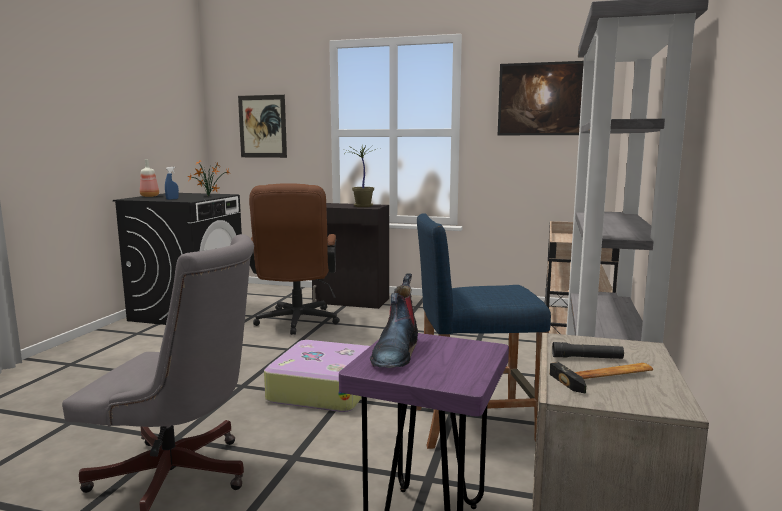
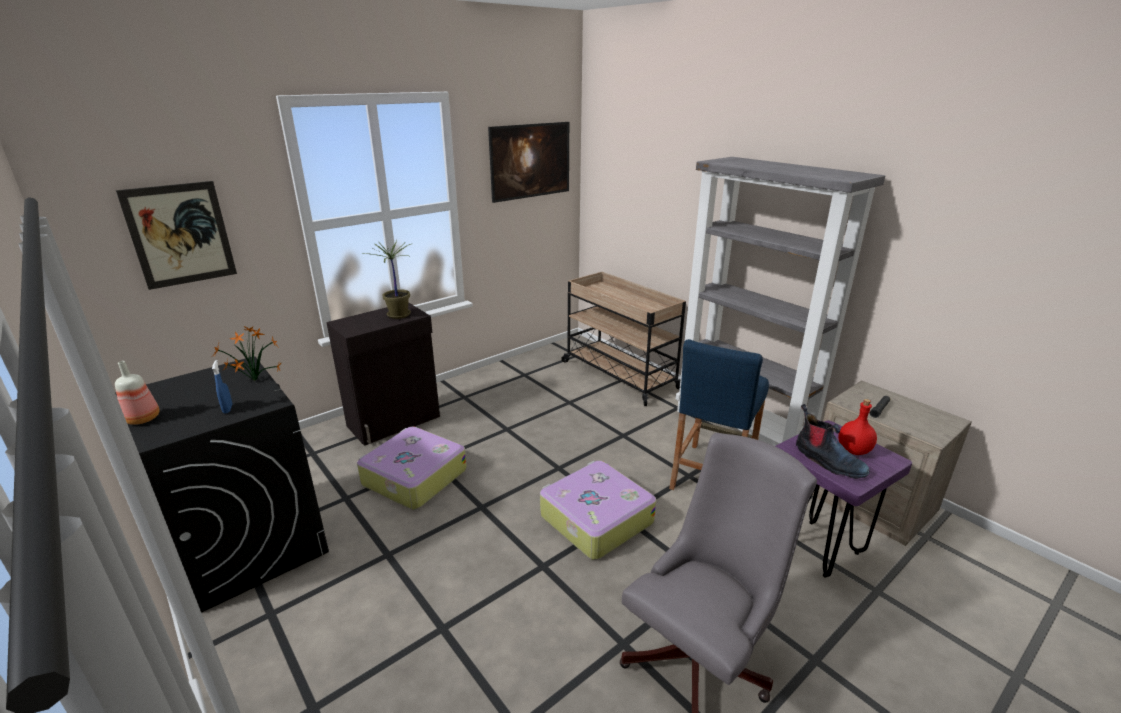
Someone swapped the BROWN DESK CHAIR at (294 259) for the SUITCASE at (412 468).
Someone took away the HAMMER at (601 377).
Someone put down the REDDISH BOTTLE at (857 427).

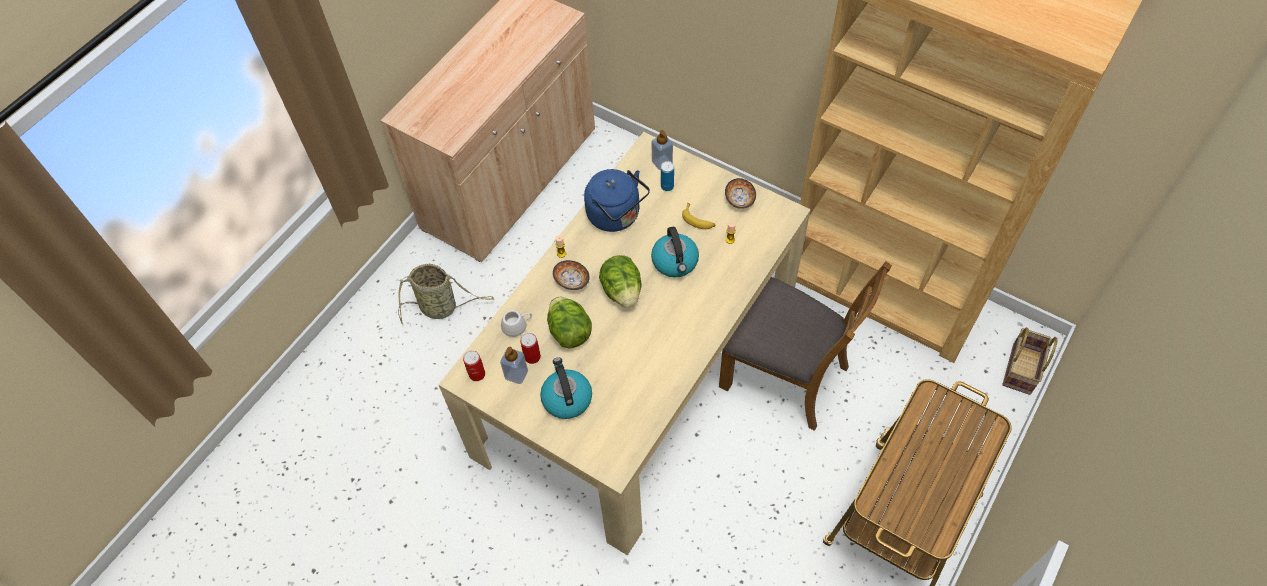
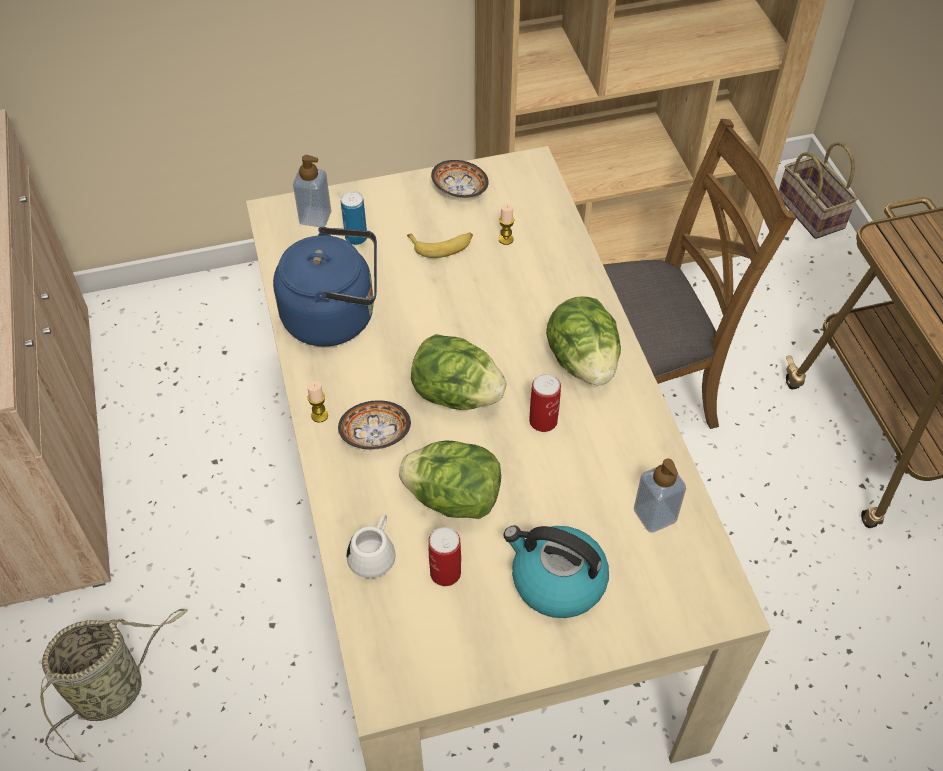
Someone carried the CAN from (474 366) to (545 403).
Someone carried the SOAP DISPENSER from (514 365) to (660 495).
Someone took away the TEA KETTLE at (675 252).
Someone put down the LETTUCE HEAD at (583 340).

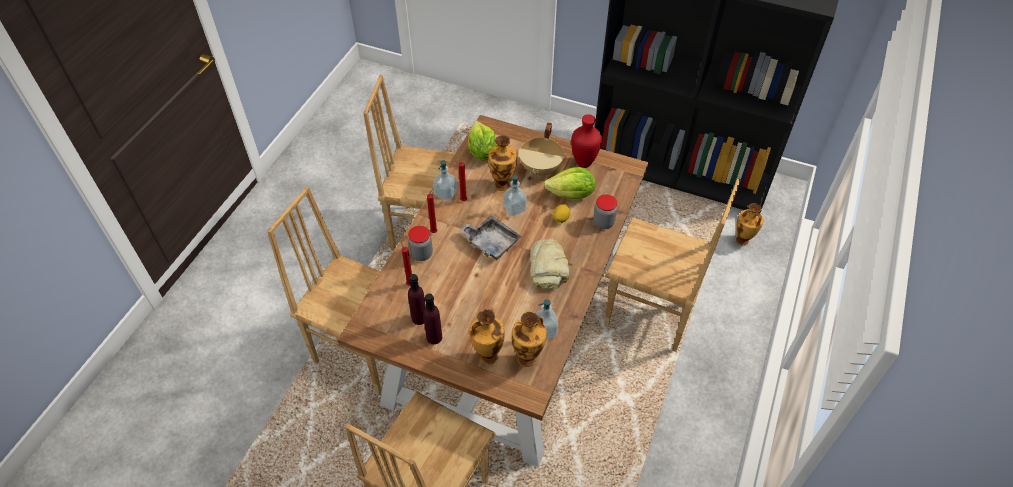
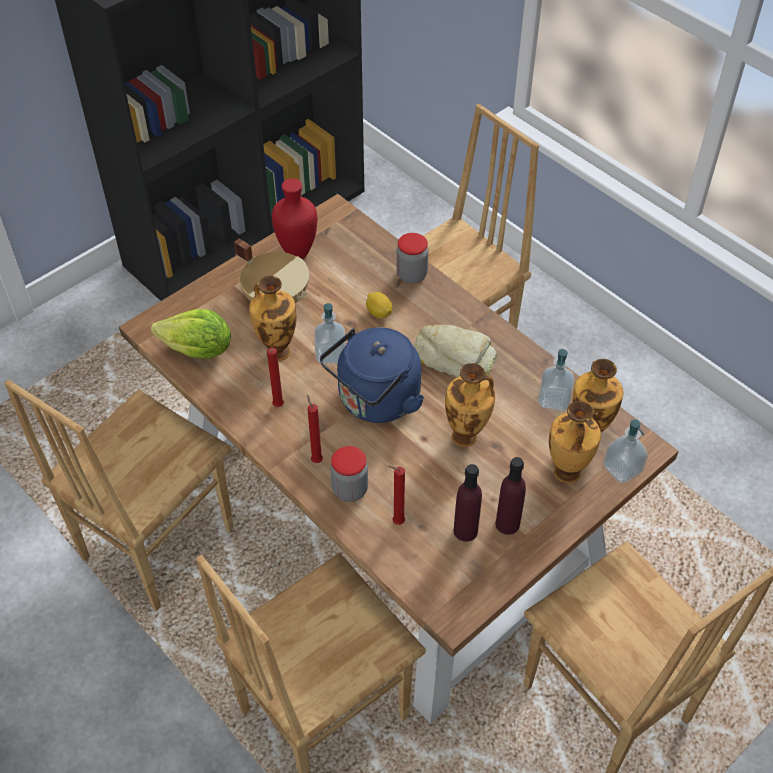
Someone carried the SOAP DISPENSER from (445 180) to (625 451).
Someone swapped the GREY SERVING TRAY at (491 237) for the BLUE-COLOURED TEA KETTLE at (372 375).
Someone took away the LETTUCE HEAD at (569 183).
Someone carried the DECORATIVE VASE from (749 224) to (470 405).

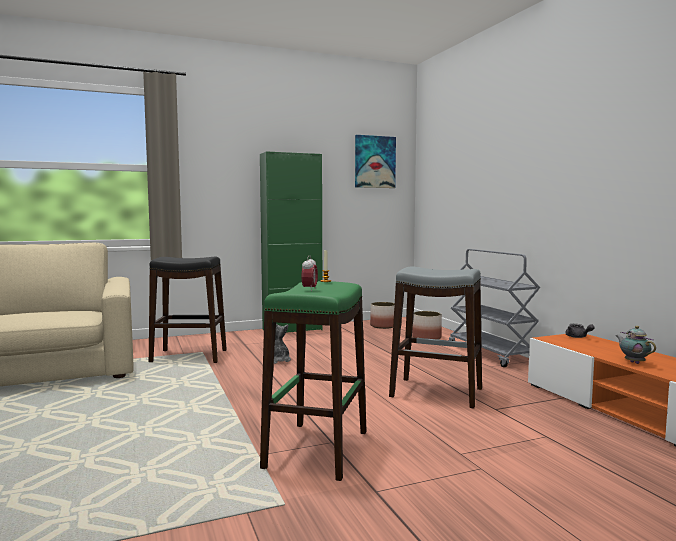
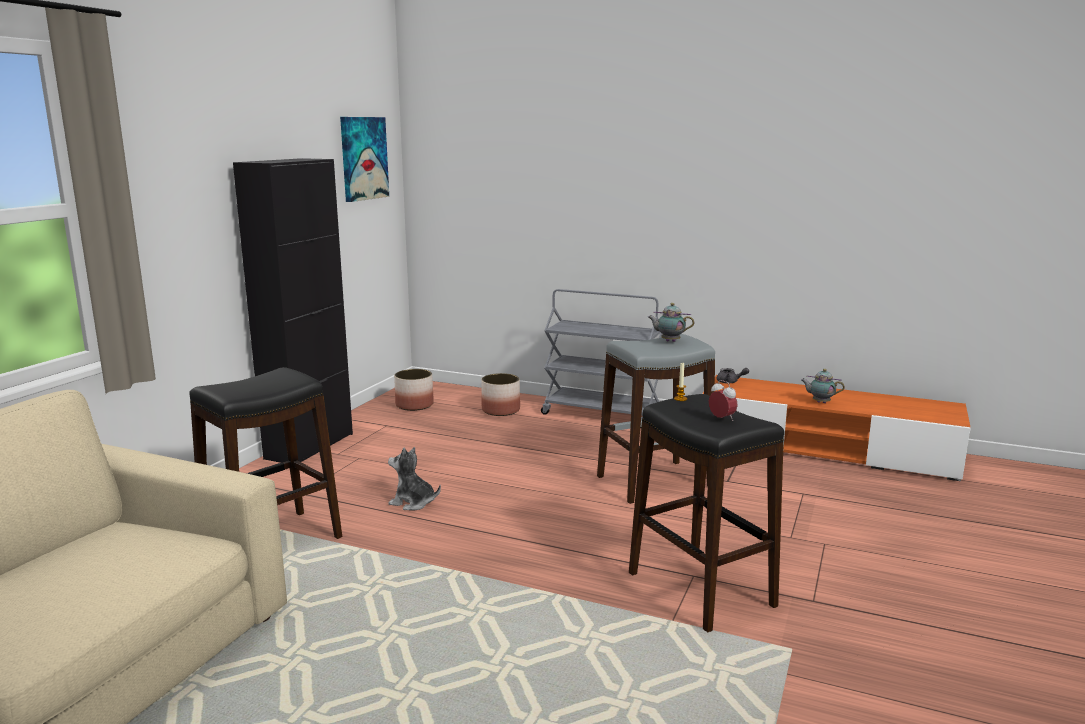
Someone repainted the GREENISH CUPBOARD at (291 242), which became the BLACKISH CUPBOARD at (293 310).
Someone repainted the GREENISH STOOL SEAT at (313 381), which became the BLACKISH STOOL SEAT at (706 513).
Someone put down the TEA POT at (671 322).

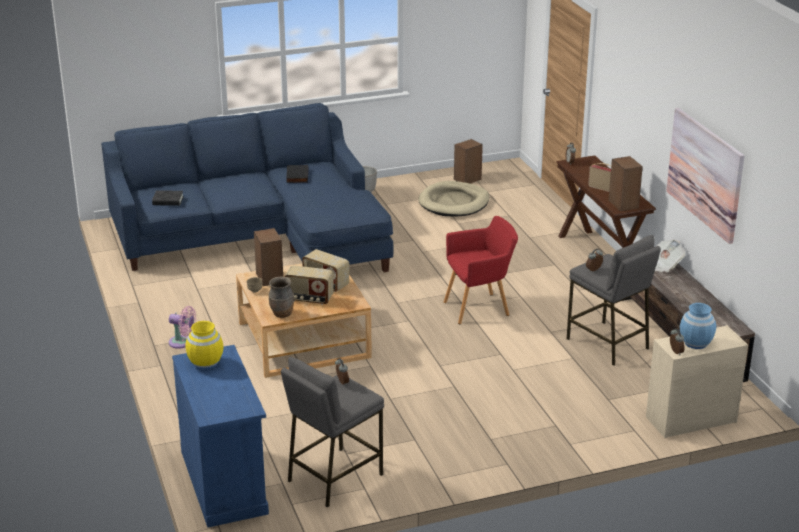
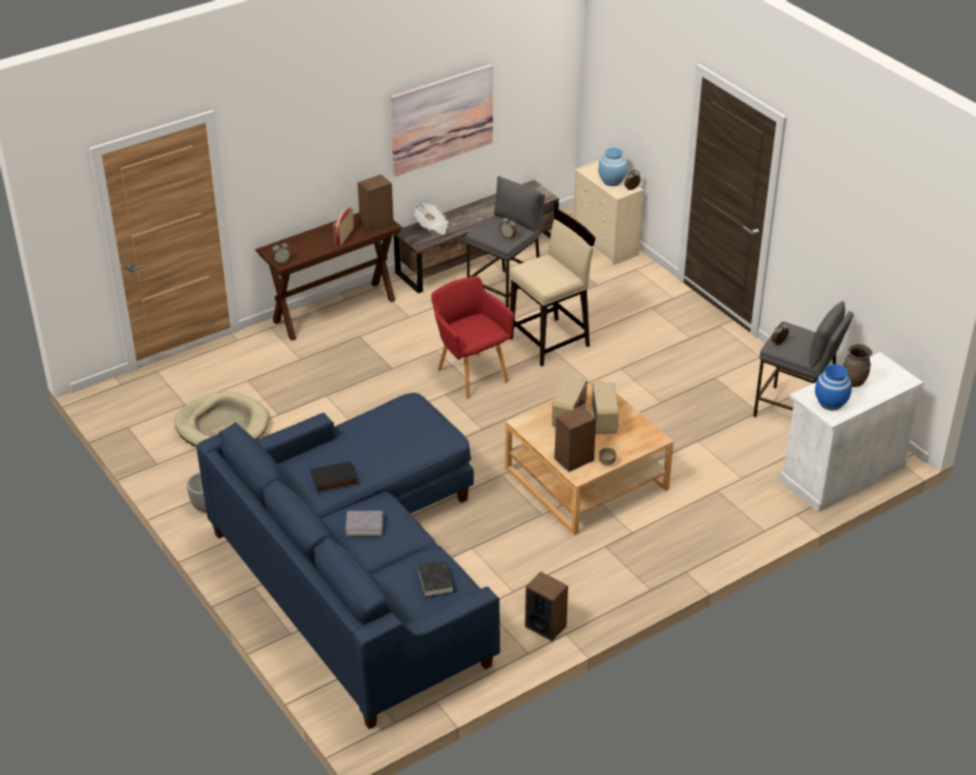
Someone took away the PINKISH ELECTRIC FAN at (182 327).
Someone repainted the BLUE-COLOURED CUPBOARD at (220 436), which became the WHITE-COLOURED CUPBOARD at (852 432).
Someone repainted the YELLOW-COLOURED DECORATIVE VASE at (204 345), which became the BLUE-COLOURED DECORATIVE VASE at (833 387).
Someone carried the BROWN DECORATIVE VASE from (281 297) to (858 365).
Someone carried the LOUDSPEAKER from (468 161) to (546 606).
Someone put down the GREY VOLUME at (364 523).
Someone put down the BEIGE STOOL SEAT at (552 288).

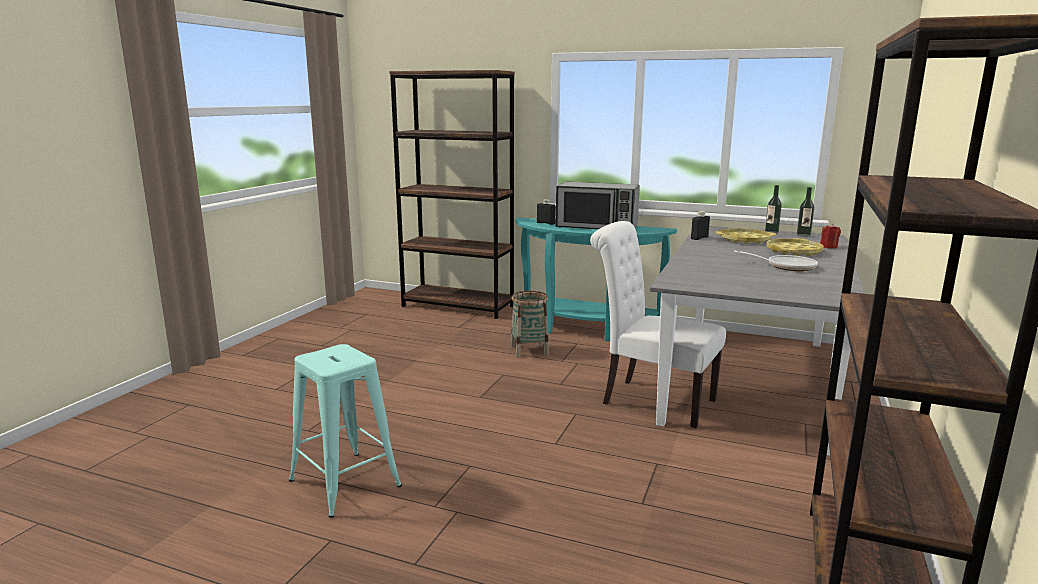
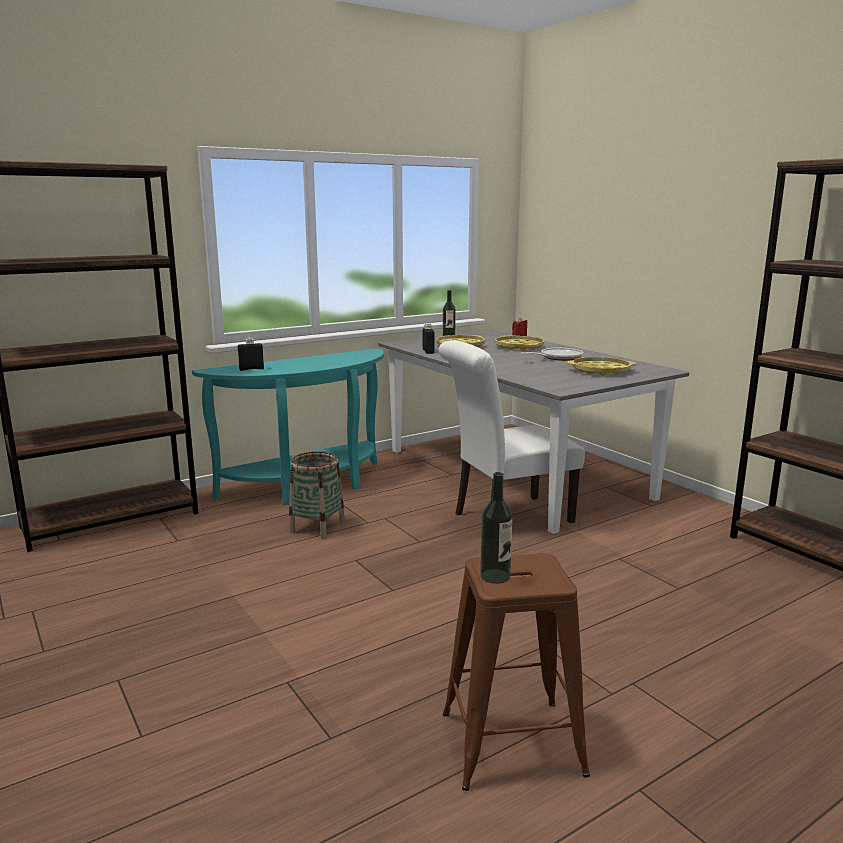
Someone repainted the TURQUOISE-COLOURED STOOL SEAT at (345 431), which became the BROWN STOOL SEAT at (516 672).
Someone took away the MICROWAVE at (598 205).
Someone carried the BOTTLE from (805 212) to (496 528).
Someone put down the YELLOW-COLOURED SERVING TRAY at (601 366).

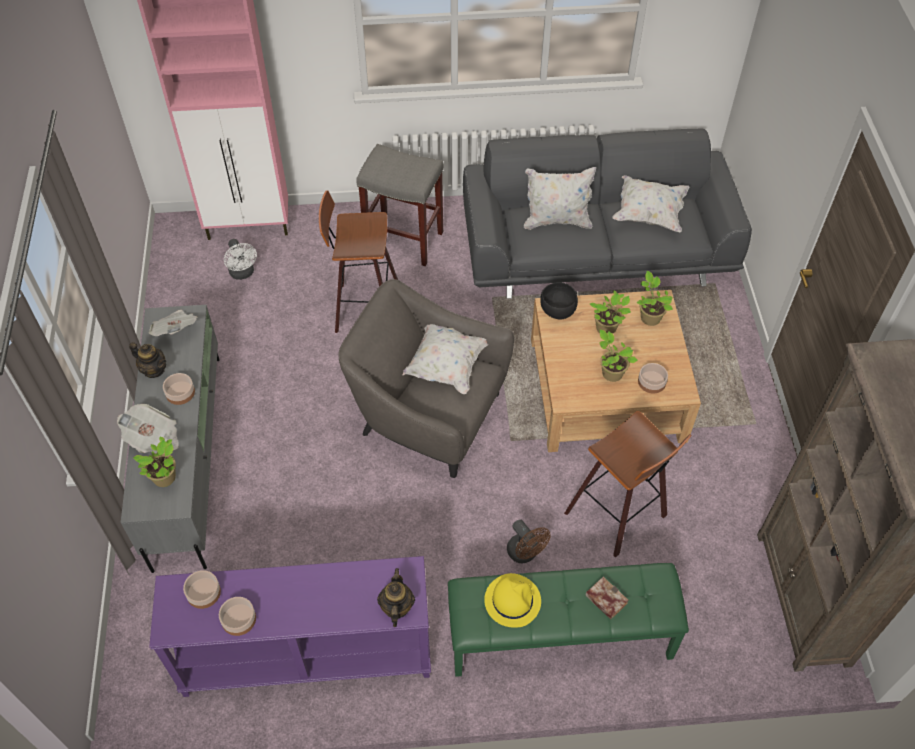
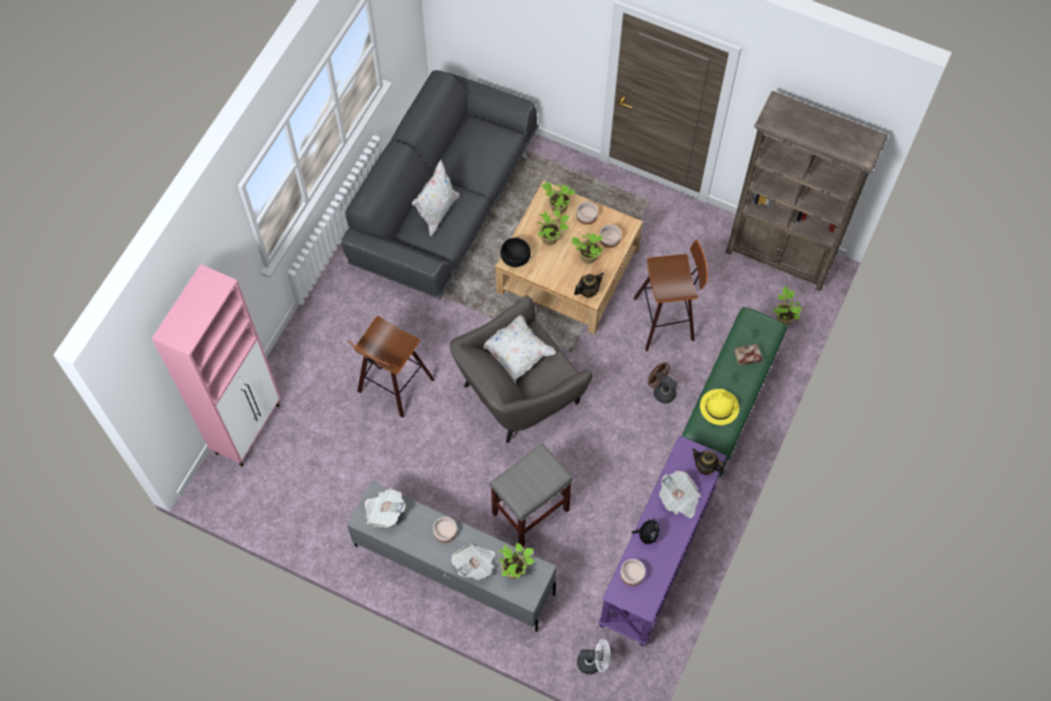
Someone carried the TEA POT from (147 360) to (589 285).
Someone carried the DEEP DISH from (237 616) to (587 213).
Someone carried the WHITE-COLOURED ELECTRIC FAN from (240 259) to (593 656).
Someone carried the GREY STOOL SEAT from (400 205) to (531 495).
Someone rotated the BROWN ELECTRIC FAN at (529 541) by 135 degrees counterclockwise.
Someone took away the WHITE-COLOURED THROW PILLOW at (651 204).
Someone put down the SOFT TOY at (646 531).
Someone put down the PRINTED PAPER at (680 494).
Someone put down the HOUSEPLANT at (787 305).

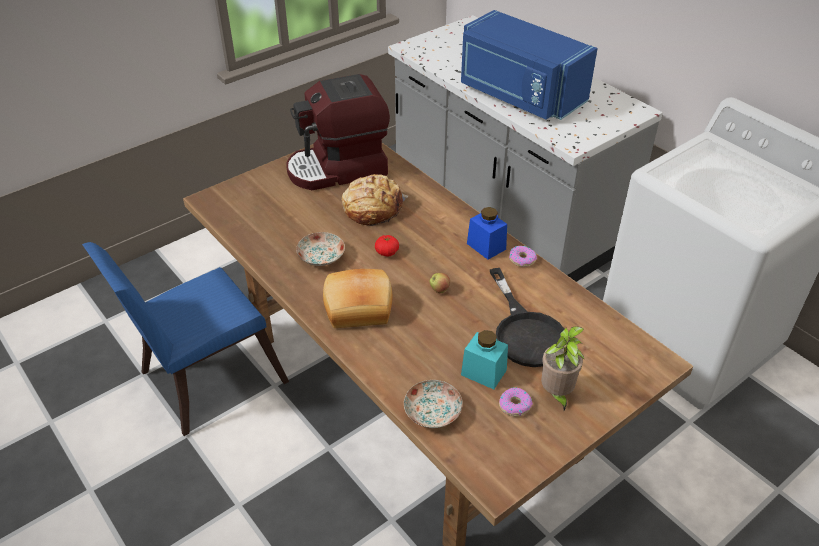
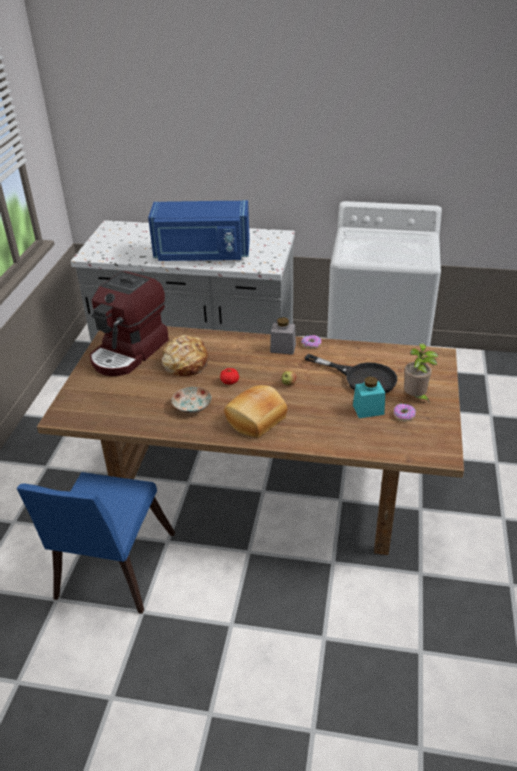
Someone took away the PLATE at (433 404).
Someone repainted the BLUE-COLOURED PRESERVE JAR at (487 233), which became the GREY PRESERVE JAR at (283 336).

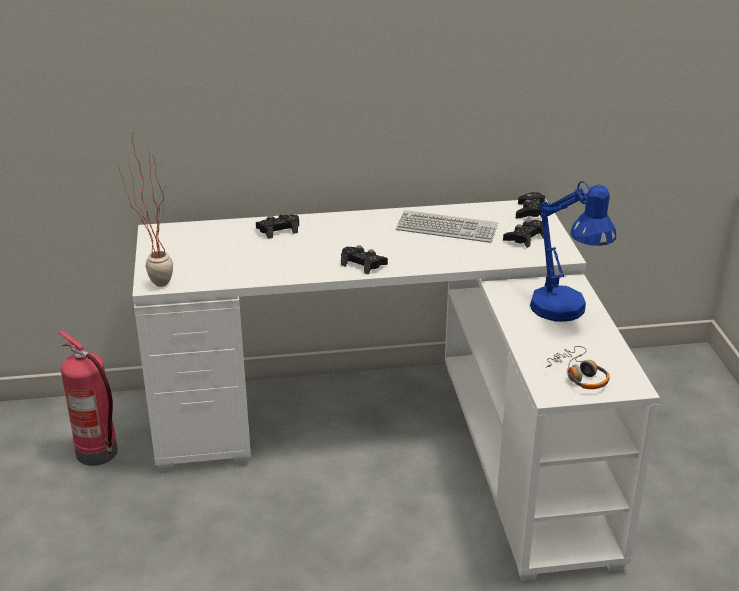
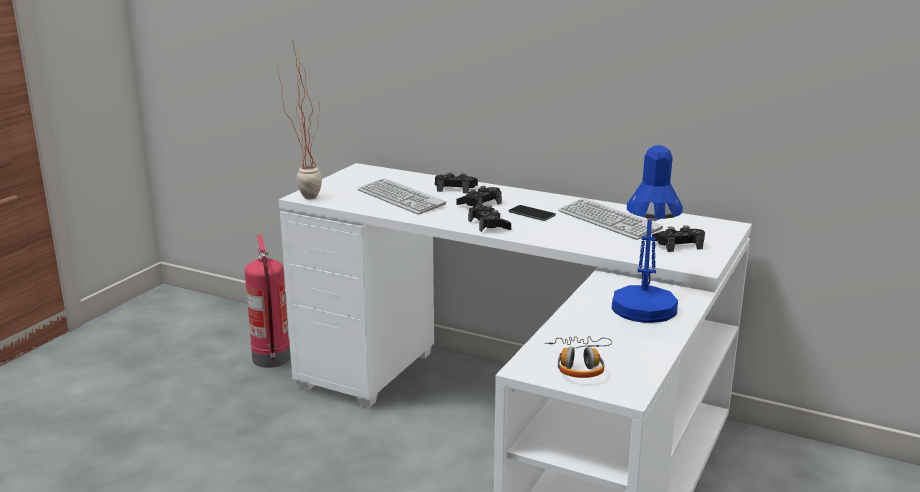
Someone carried the BLACKISH JOYPAD from (531 205) to (479 196).
Someone put down the PC KEYBOARD at (402 196).
Someone put down the PHONE at (532 213).

